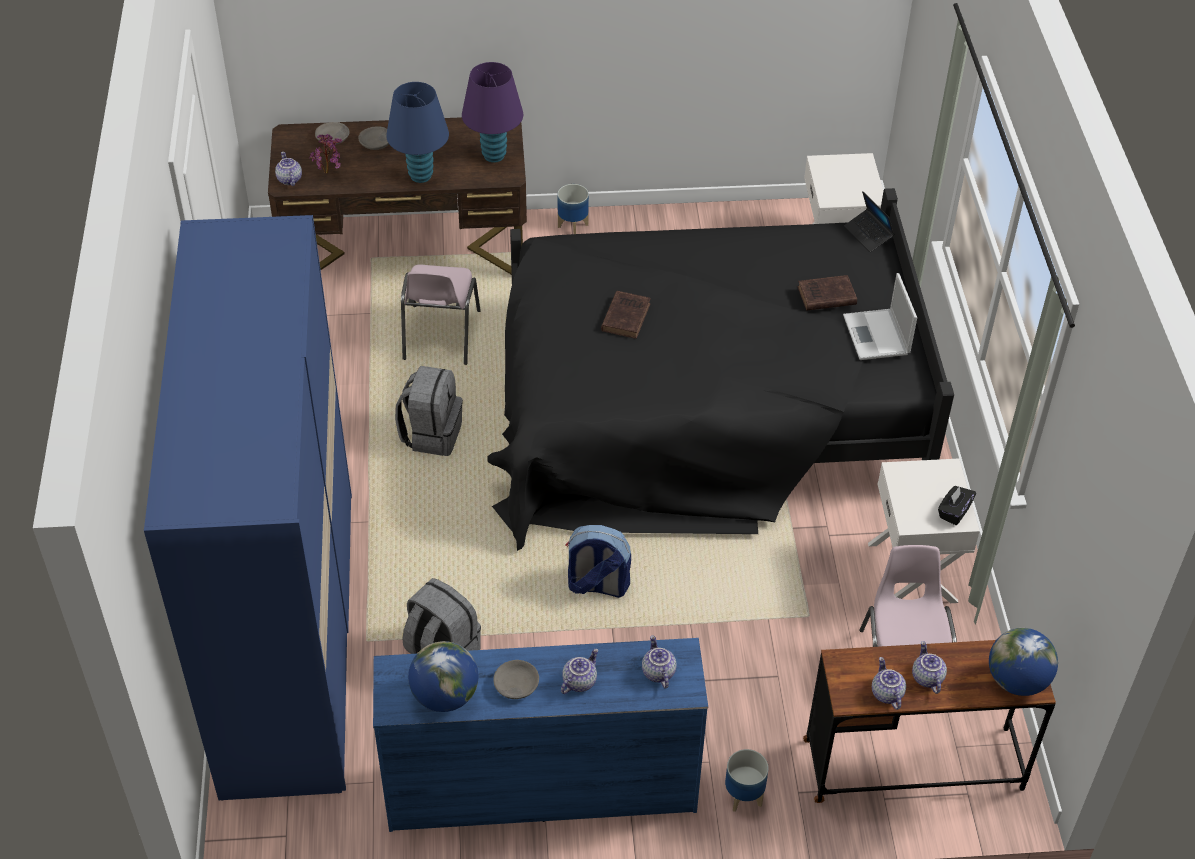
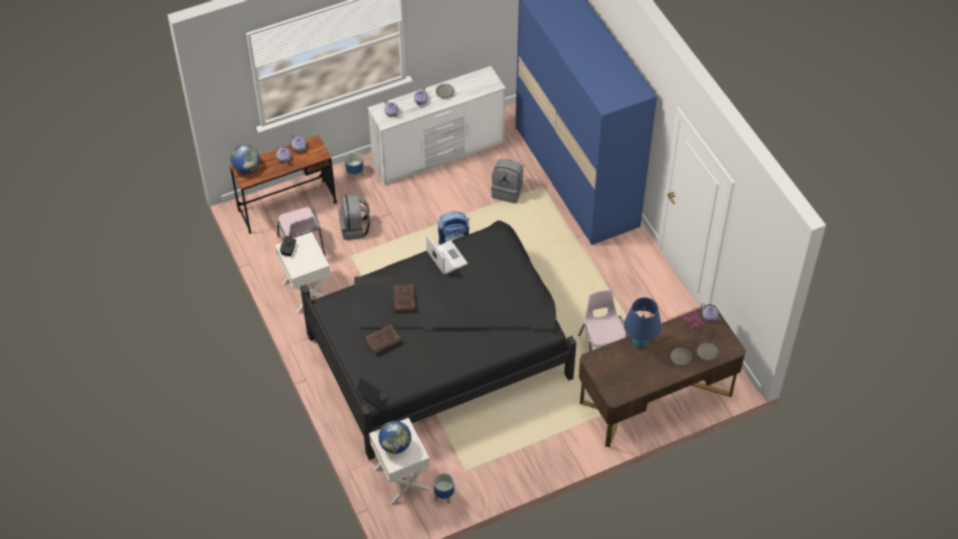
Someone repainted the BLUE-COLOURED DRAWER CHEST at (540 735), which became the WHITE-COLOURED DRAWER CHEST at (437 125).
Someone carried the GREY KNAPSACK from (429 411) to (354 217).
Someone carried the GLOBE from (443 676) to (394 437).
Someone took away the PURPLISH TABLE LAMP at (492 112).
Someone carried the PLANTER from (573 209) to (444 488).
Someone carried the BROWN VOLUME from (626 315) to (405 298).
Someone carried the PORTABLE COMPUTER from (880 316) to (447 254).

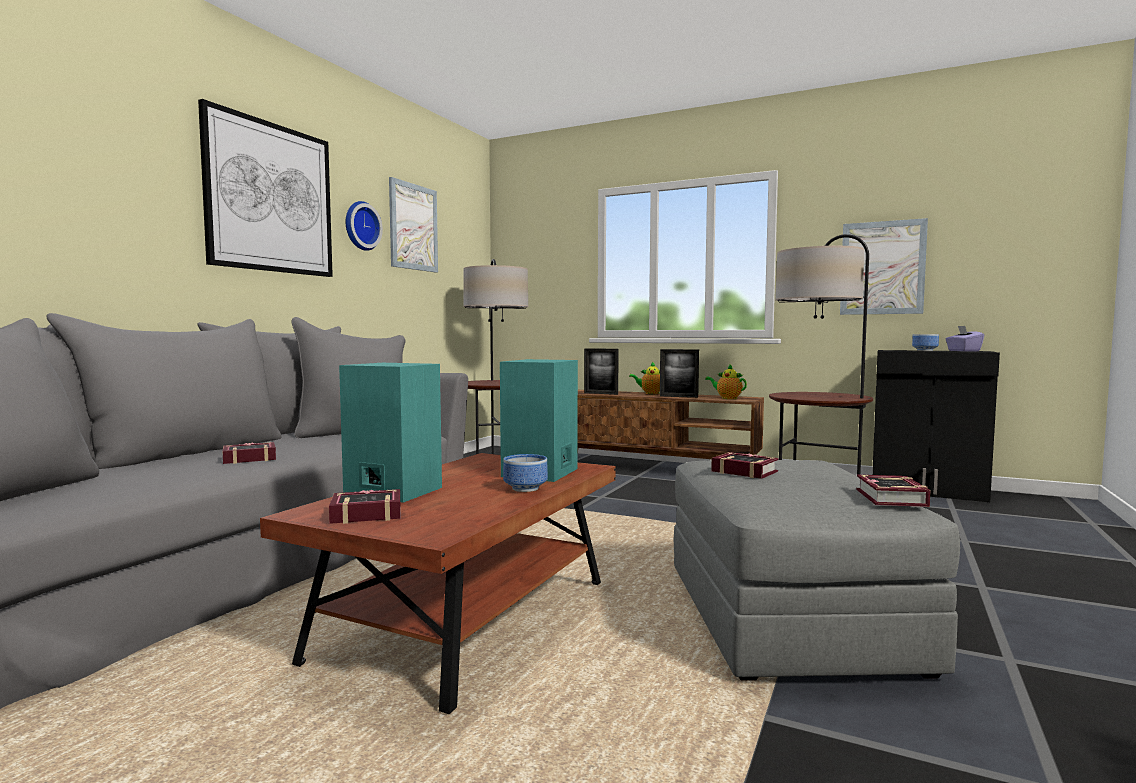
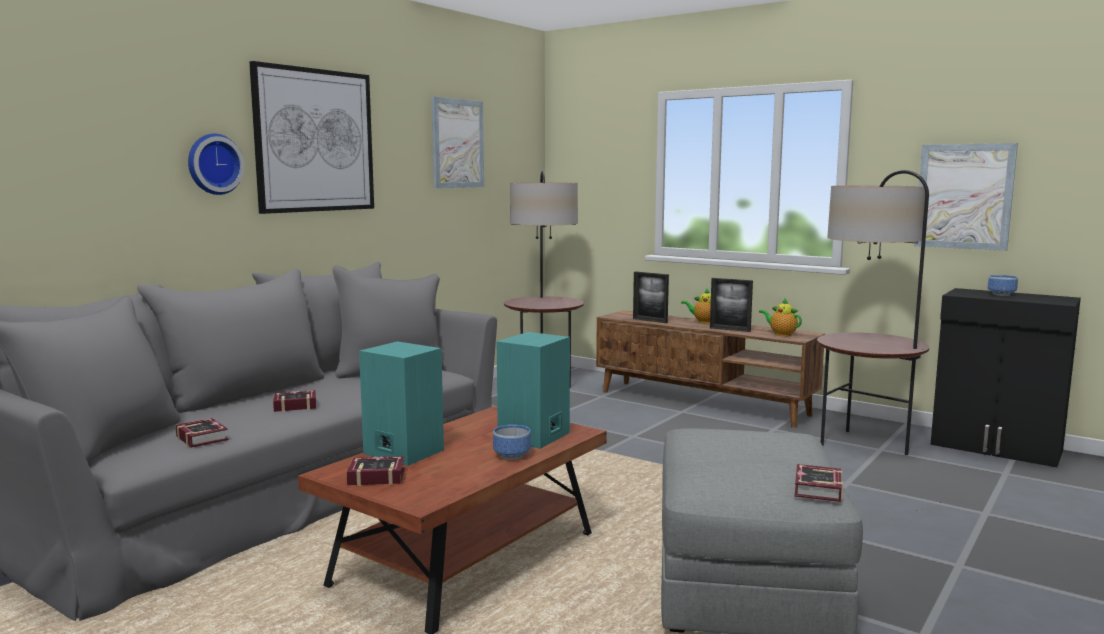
Someone carried the HANGING CLOCK from (364 226) to (216 164).
Someone carried the VOLUME from (745 465) to (202 433).
Someone took away the PURPLISH TISSUE HOLDER at (964 339).

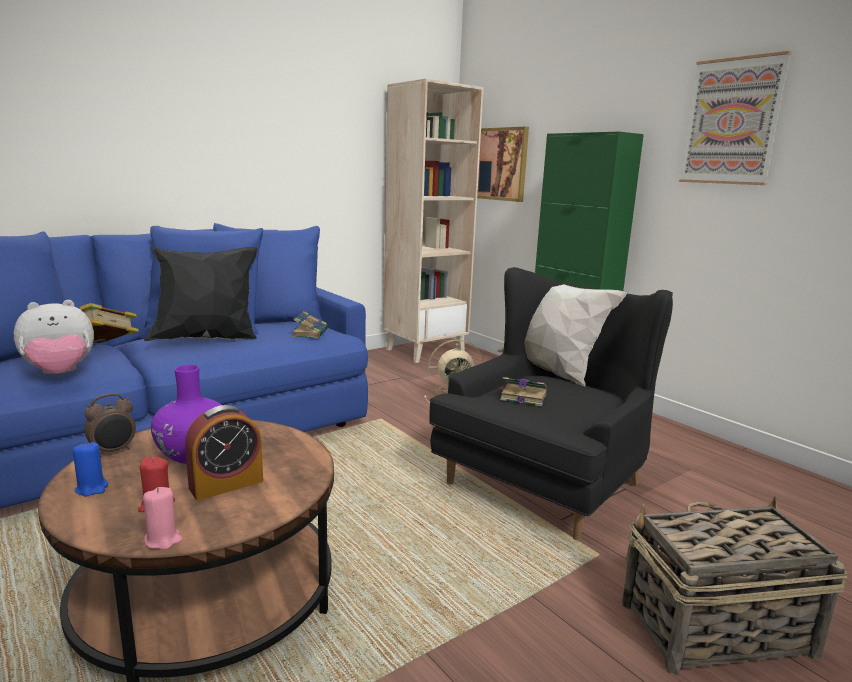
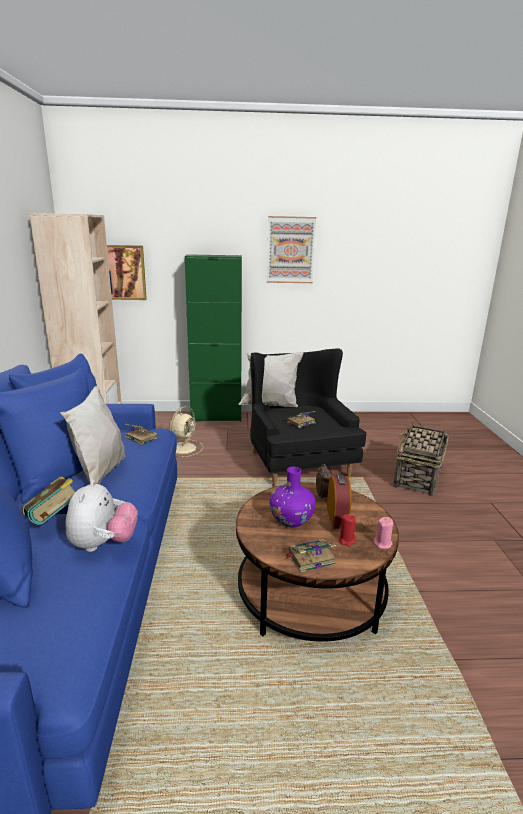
Someone swapped the BLUE-COLOURED WAX LIGHT at (90 469) for the VOLUME at (310 555).
Someone carried the TABLE CLOCK from (110 425) to (324 482).
Someone repainted the BLACKISH THROW PILLOW at (201 293), which became the WHITE-COLOURED THROW PILLOW at (93 435).

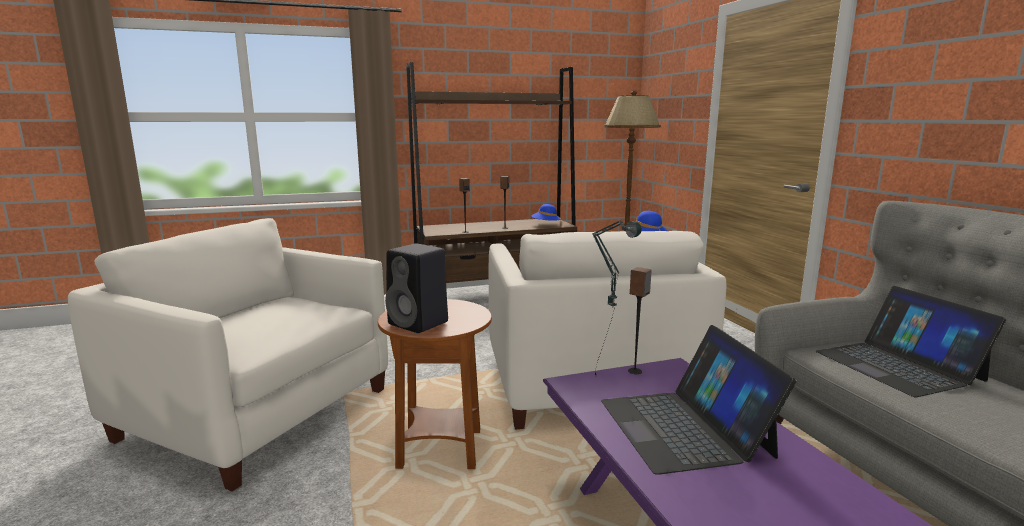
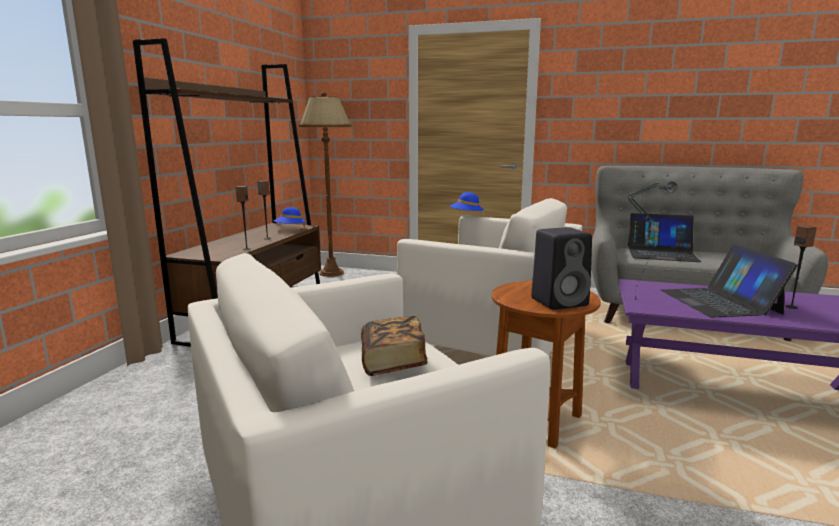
Someone rotated the PORTABLE COMPUTER at (698 400) by 60 degrees clockwise.
Someone carried the LOUDSPEAKER from (640 320) to (801 267).
Someone put down the VOLUME at (394 346).

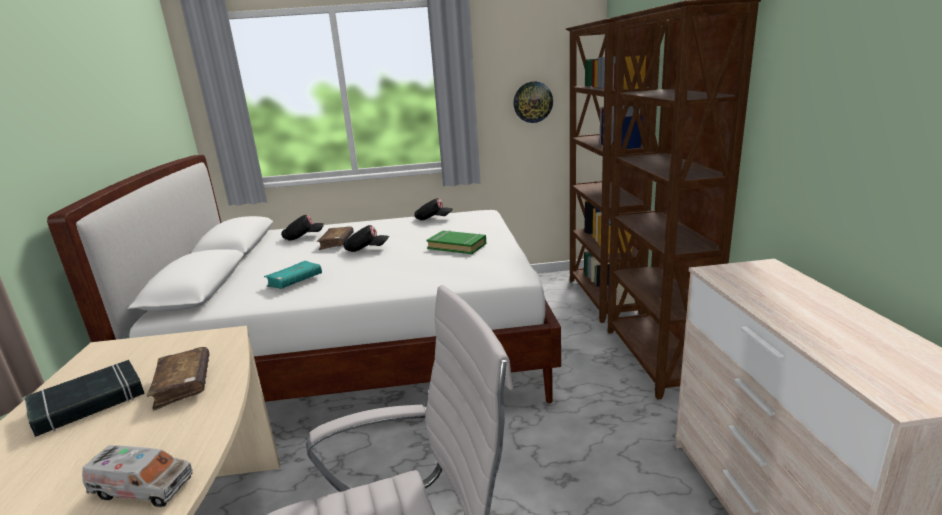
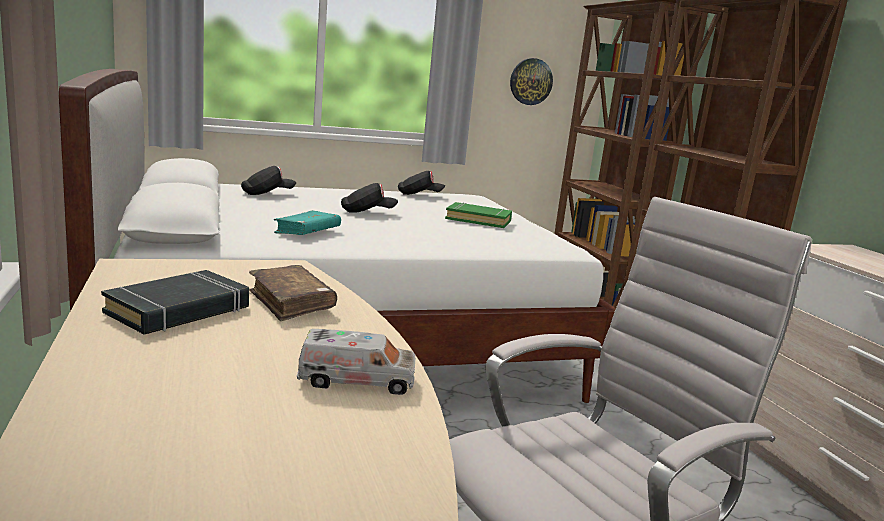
Someone took away the BROWN VOLUME at (335 238).

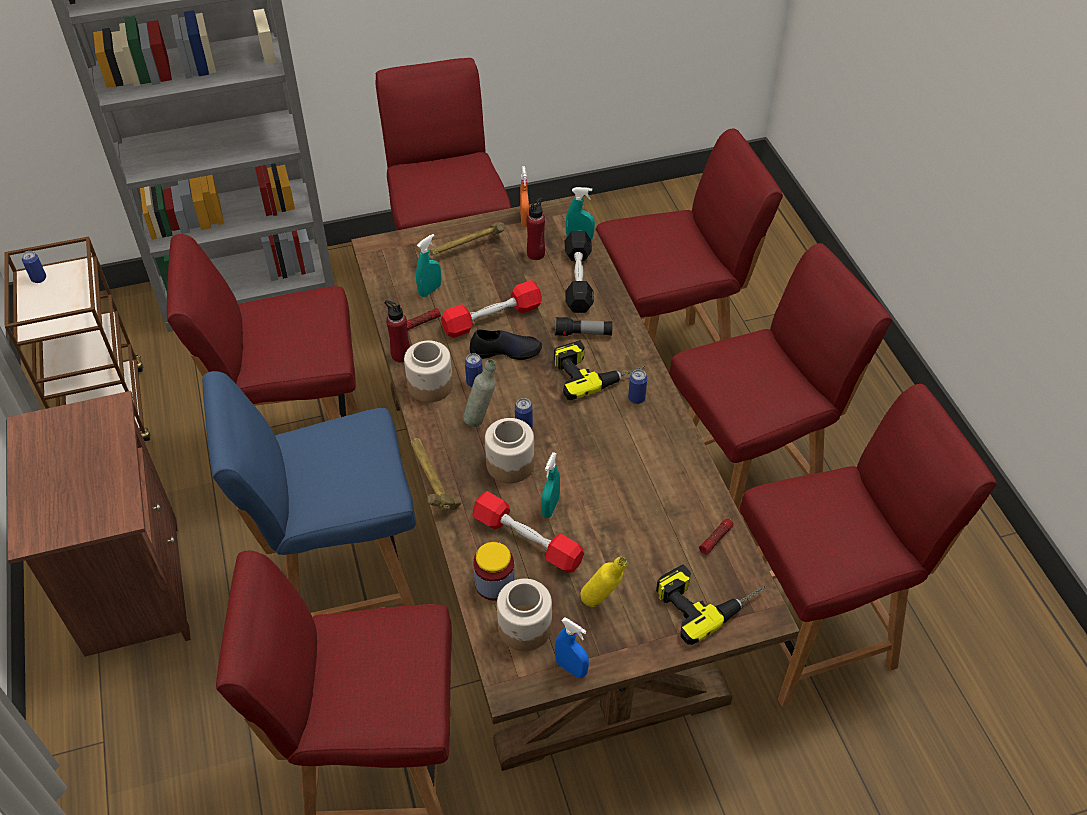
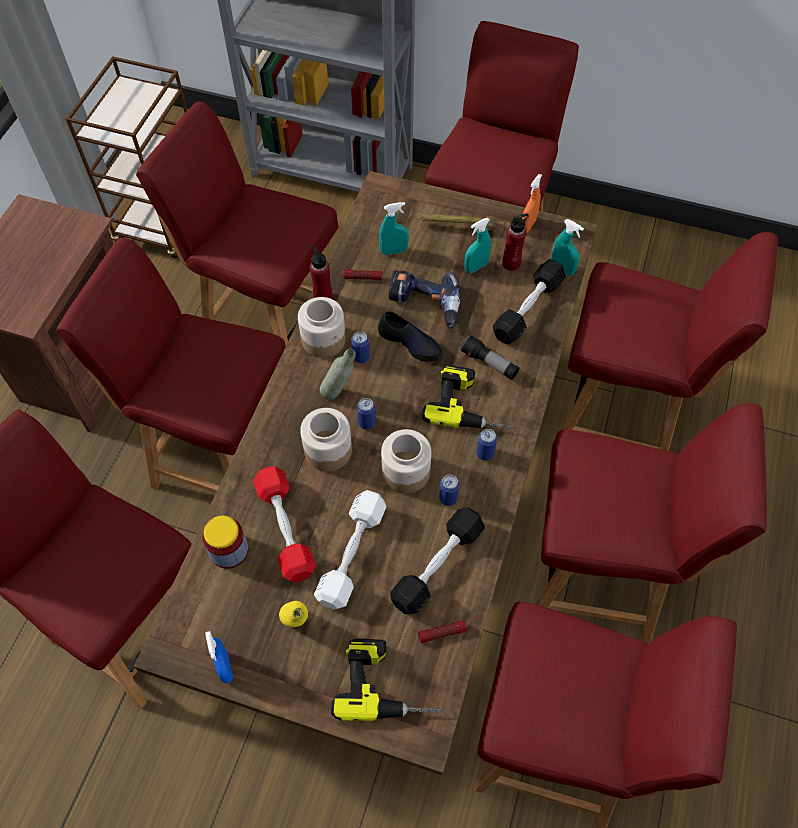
Someone carried the CAN from (34 267) to (449 490).
Someone repainted the BLUE-COLOURED UPRIGHT CHAIR at (309 494), which became the REDDISH UPRIGHT CHAIR at (171 365).
Someone took away the HAMMER at (436 474).
Someone swapped the REDDISH HAND WEIGHT at (491 309) for the POWER DRILL at (424 299).
Someone carried the PRESERVE JAR from (524 615) to (406 461).
Someone carried the TURQUOISE-COLOURED SPRAY BOTTLE from (550 485) to (477 246).
Someone put down the WHITE-COLOURED HAND WEIGHT at (350 550).
Someone put down the BLACKISH HAND WEIGHT at (437 560).

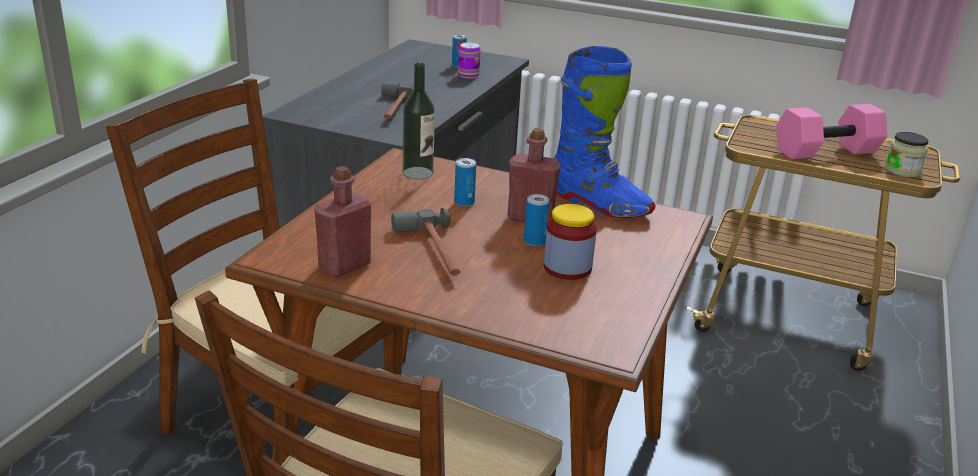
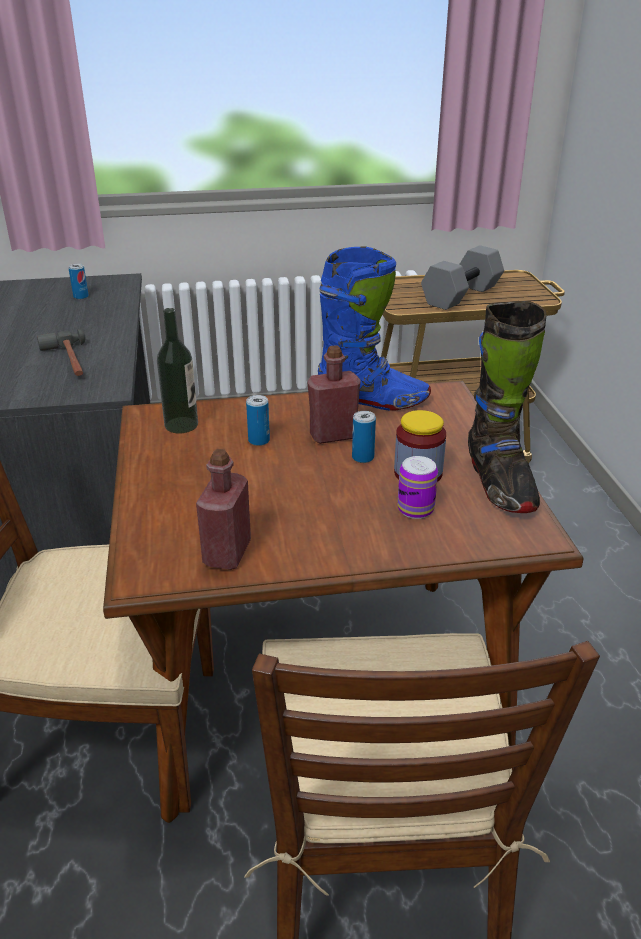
Someone took away the HAMMER at (425 242).
Someone carried the CAN from (469 60) to (417 487).
Someone repainted the PINKISH HAND WEIGHT at (831 131), which became the GREY HAND WEIGHT at (462 277).
Someone took away the PRESERVE JAR at (907 154).
Someone put down the BLACKISH BOOT at (507 407).

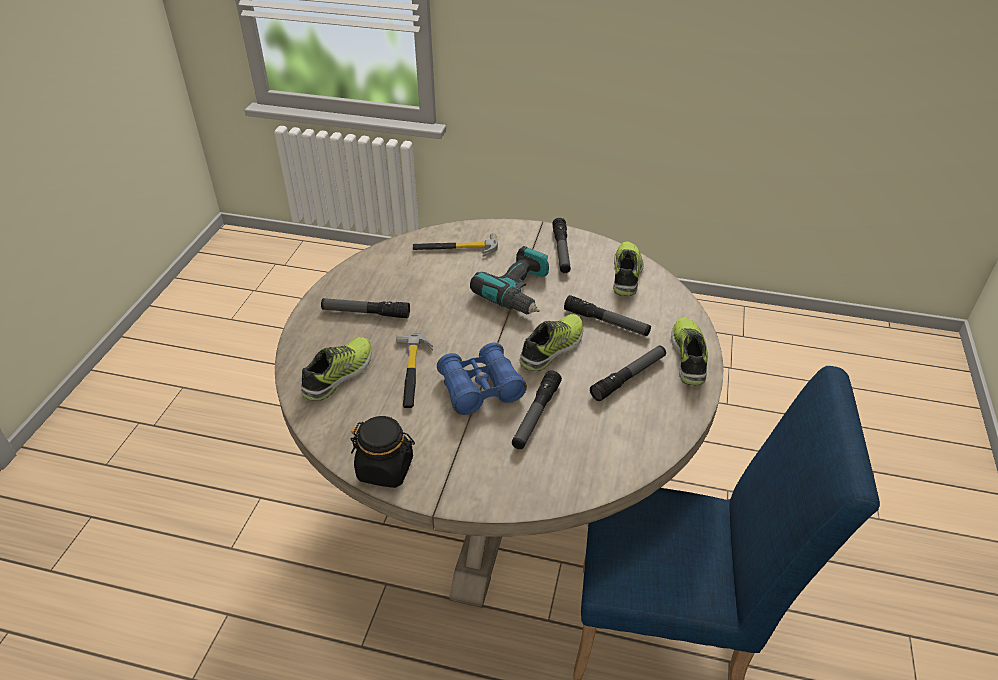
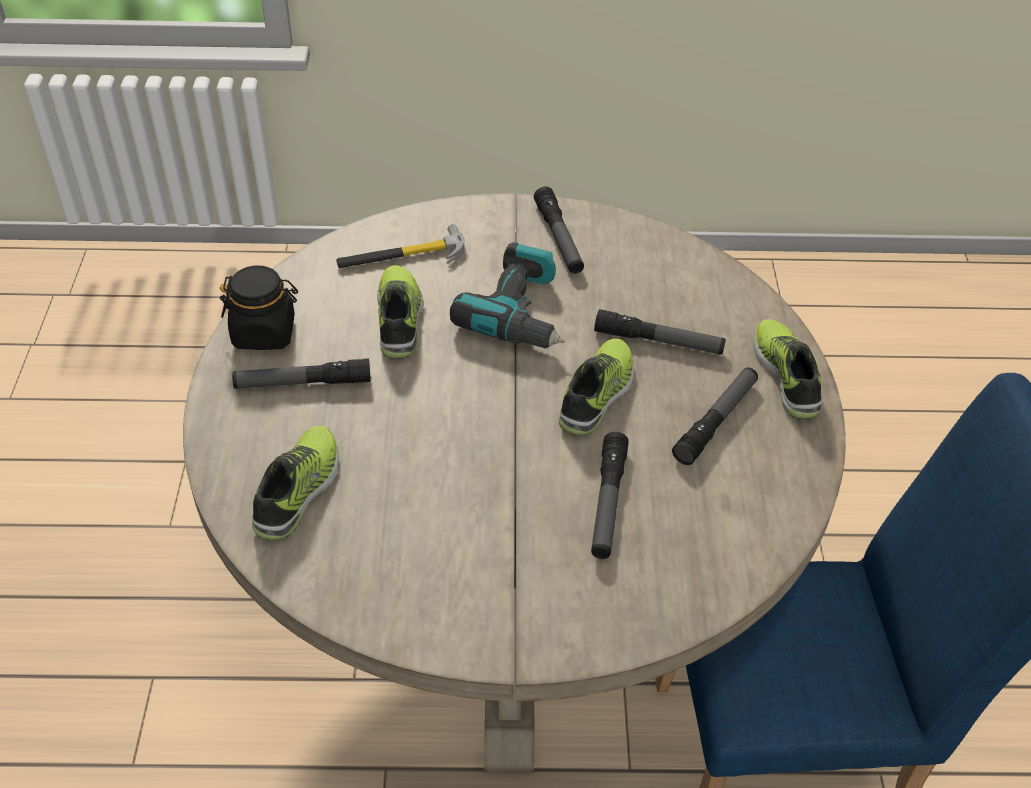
Someone carried the BLACKISH PRESERVE JAR from (383 452) to (259 307).
Someone took away the HAMMER at (414 370).
Someone took away the BLUE-COLOURED BINOCULARS at (482 378).
Someone carried the ITEM OF FOOTWEAR from (628 269) to (400 312).

